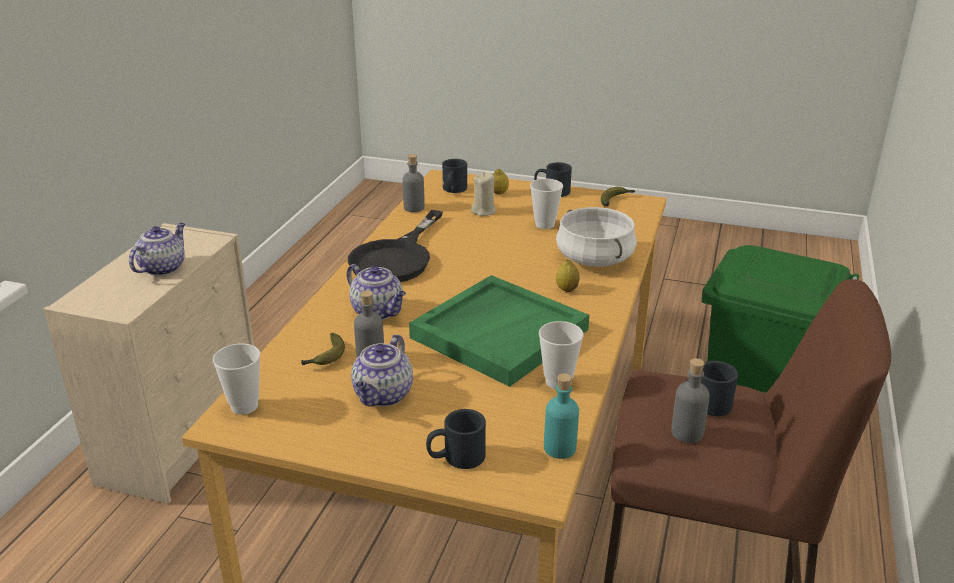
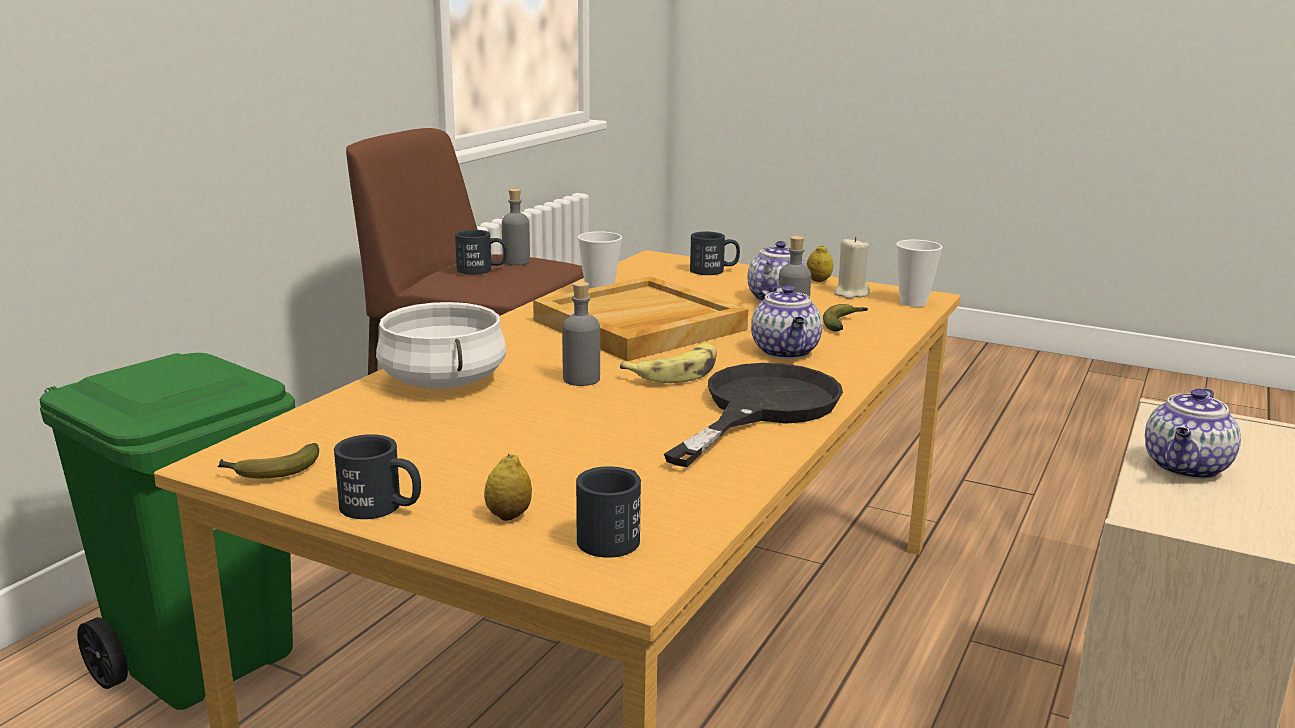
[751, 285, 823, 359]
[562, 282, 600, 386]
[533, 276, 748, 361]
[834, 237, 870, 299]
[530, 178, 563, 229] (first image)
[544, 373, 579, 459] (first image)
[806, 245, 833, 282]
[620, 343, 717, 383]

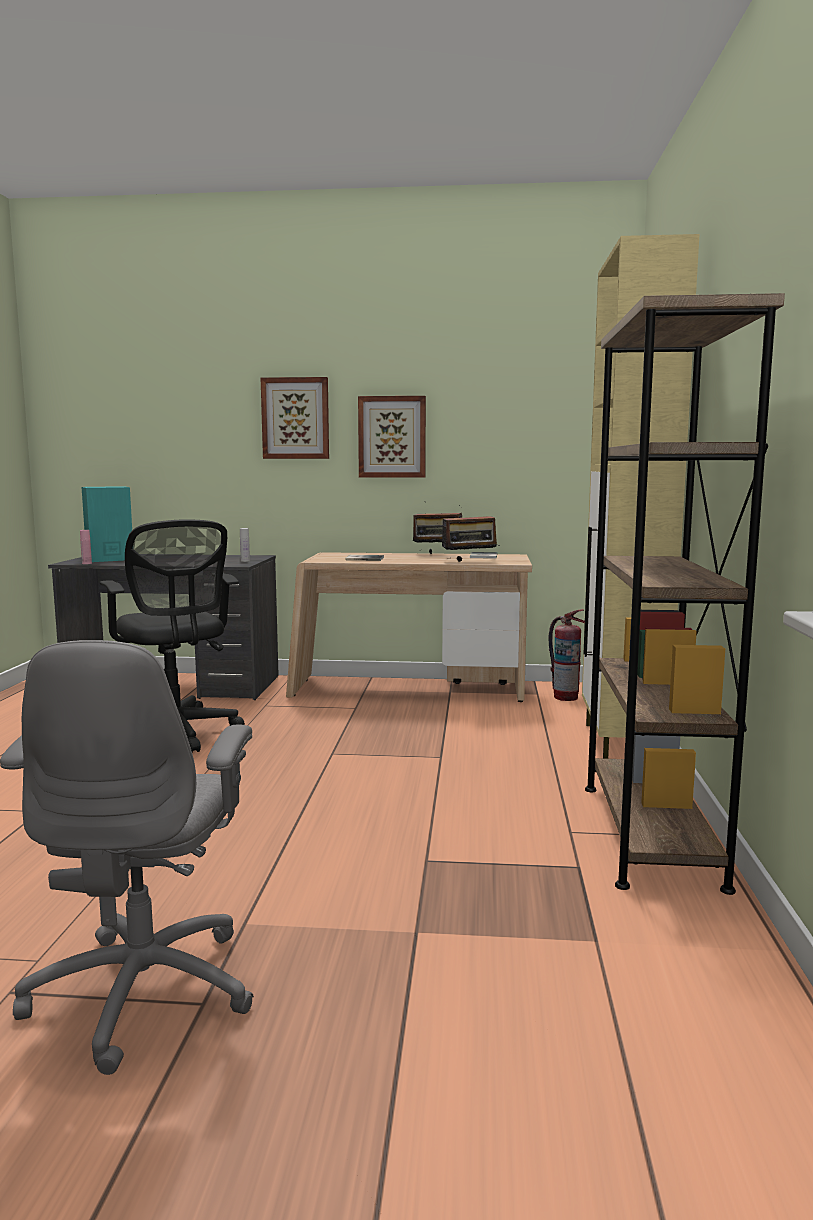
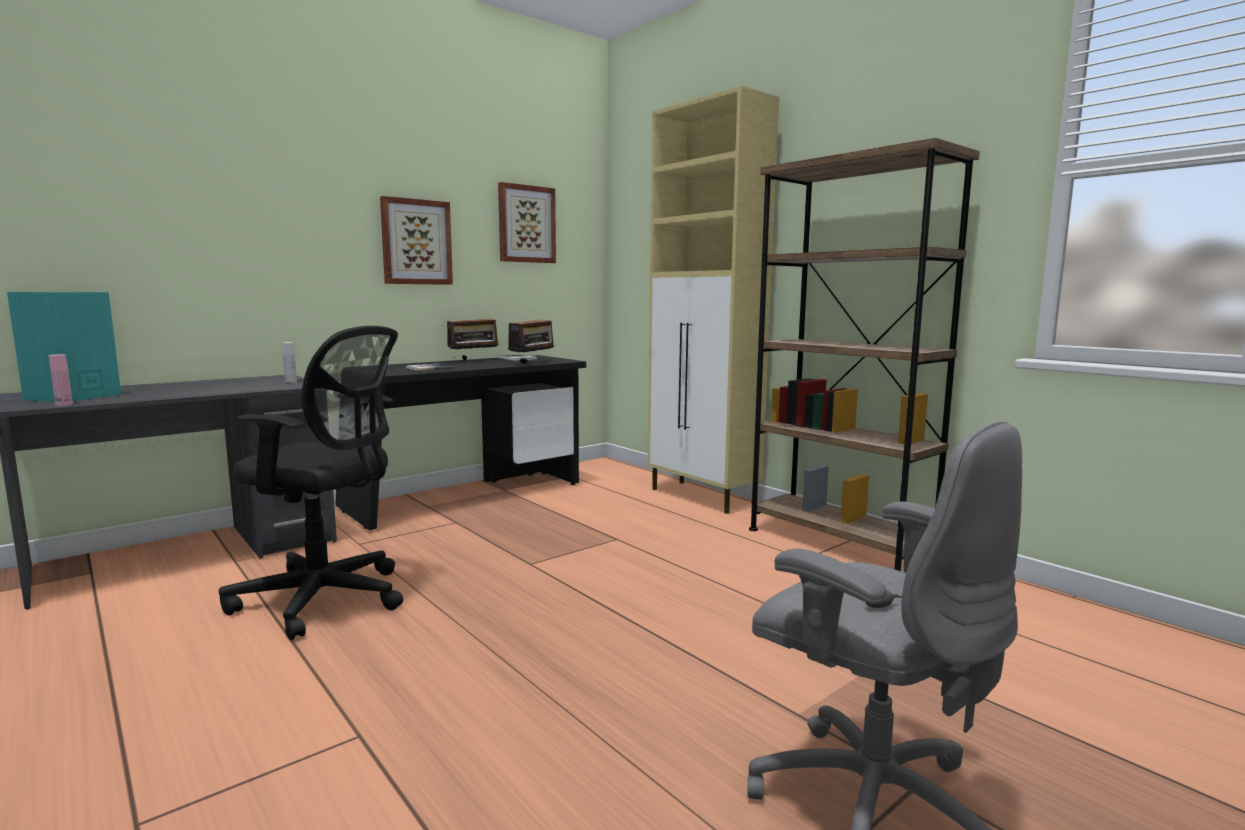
[498, 182, 556, 263]
[335, 355, 586, 530]
[548, 609, 585, 701] (first image)

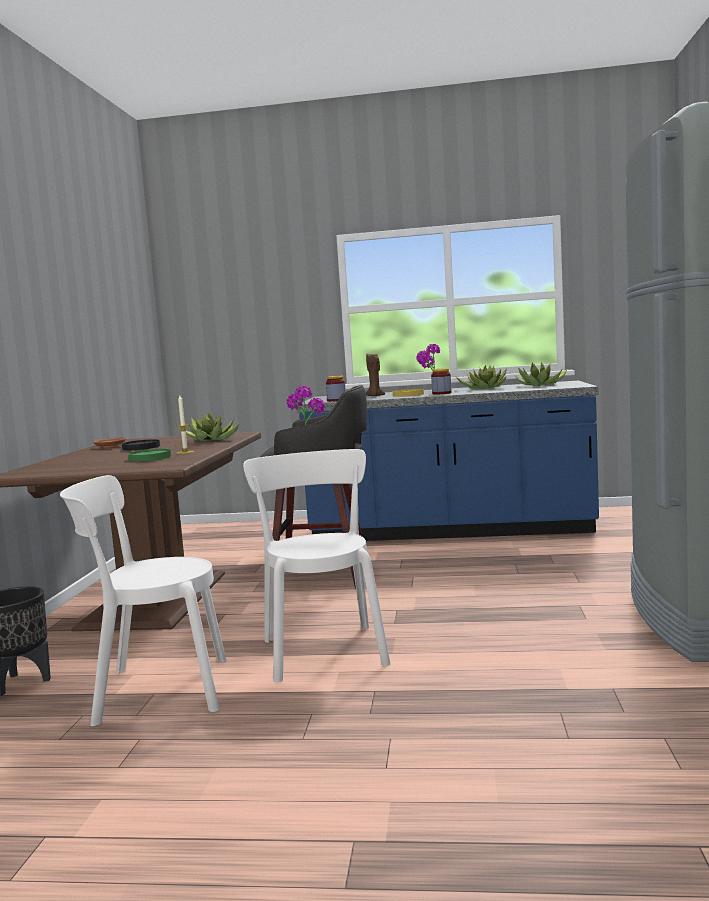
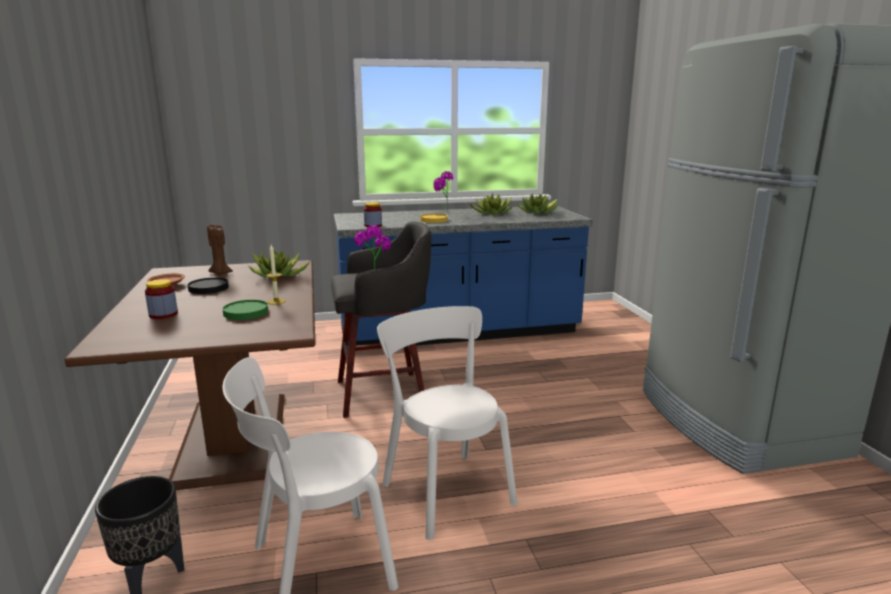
[207, 225, 233, 275]
[145, 279, 178, 319]

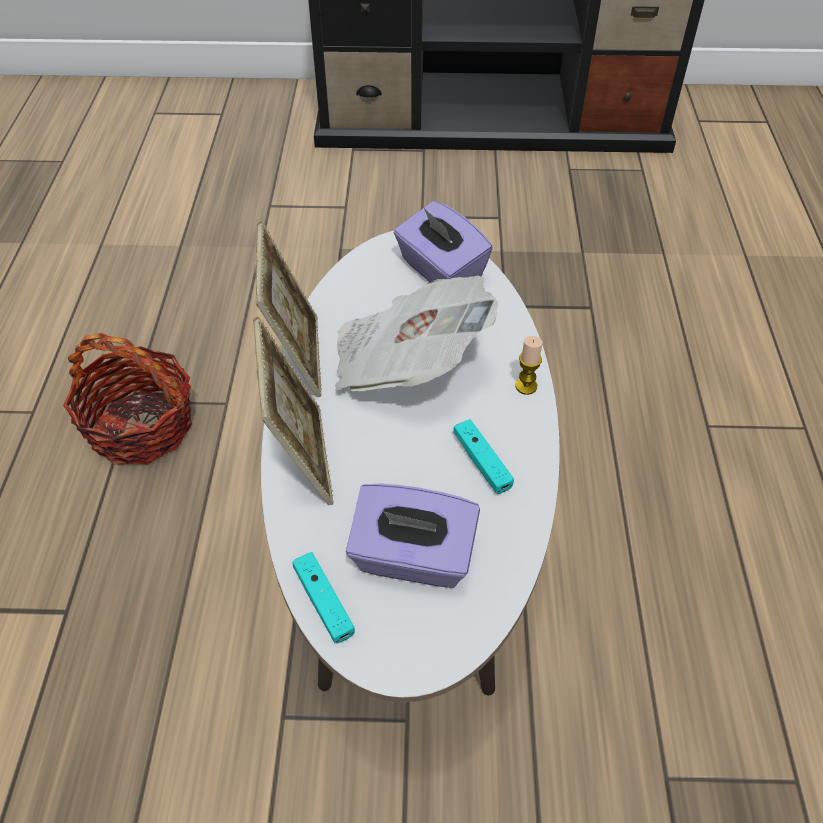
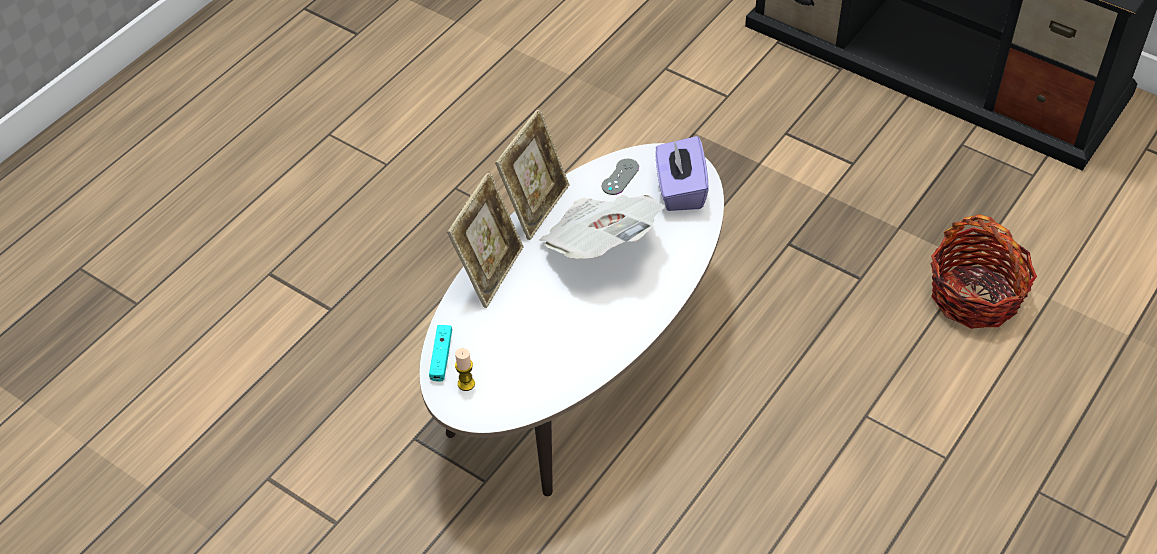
[931, 214, 1037, 329]
[346, 483, 480, 588] (first image)
[453, 419, 514, 494] (first image)
[455, 348, 475, 391]
[602, 159, 639, 195]

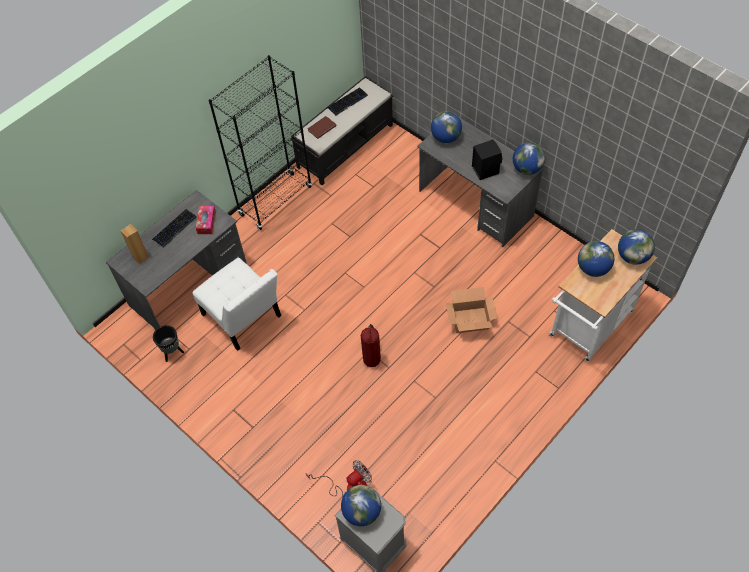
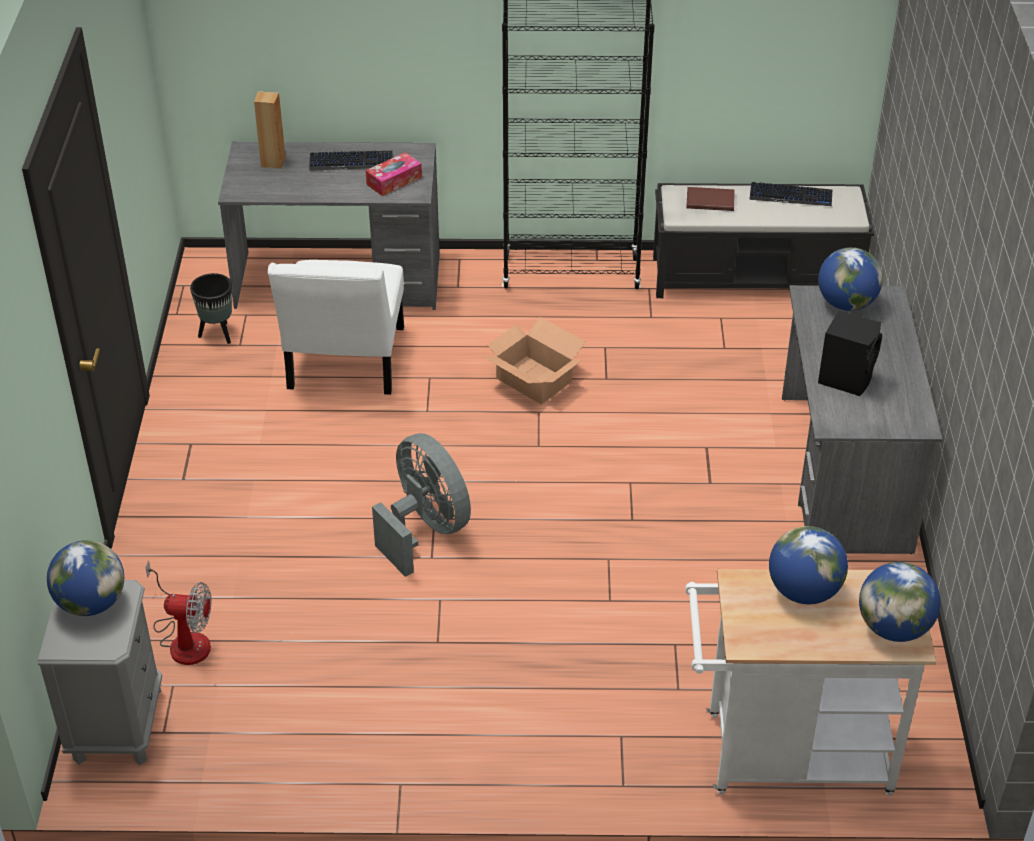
[372, 433, 471, 577]
[484, 317, 585, 404]
[513, 142, 545, 175] (first image)

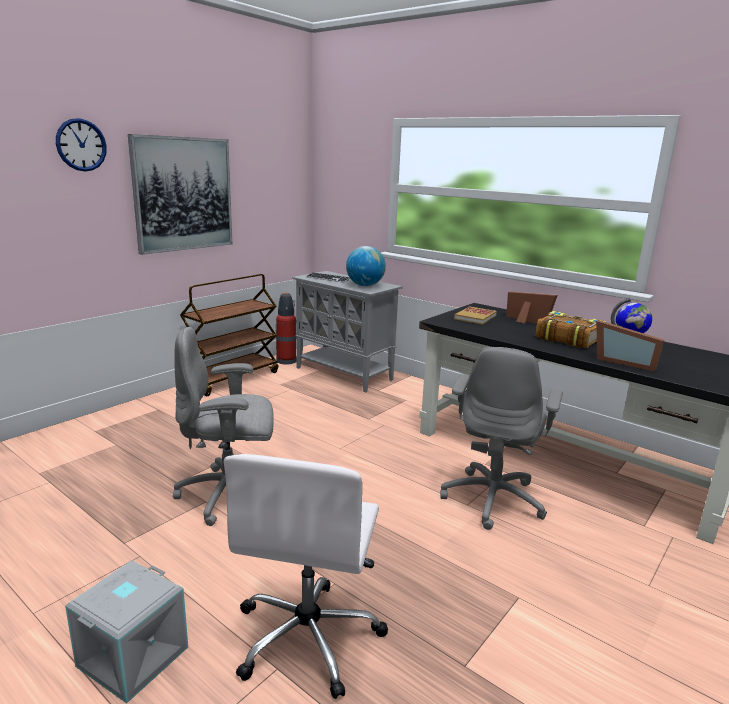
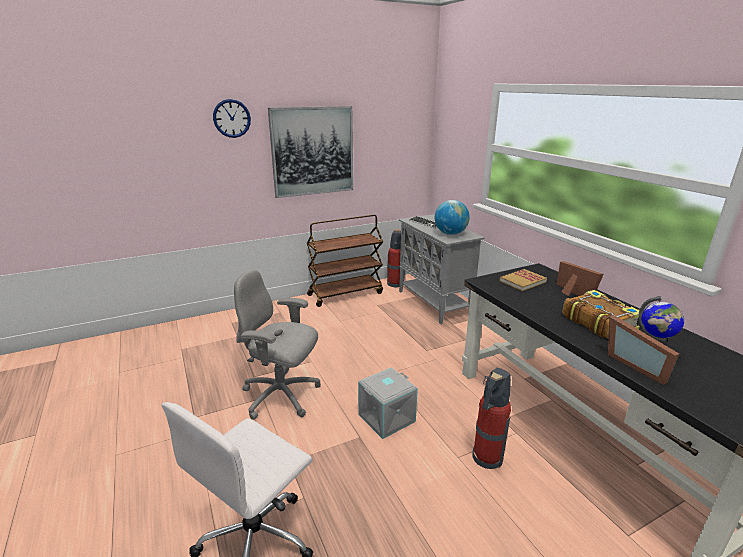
[358, 367, 418, 439]
[472, 368, 511, 469]

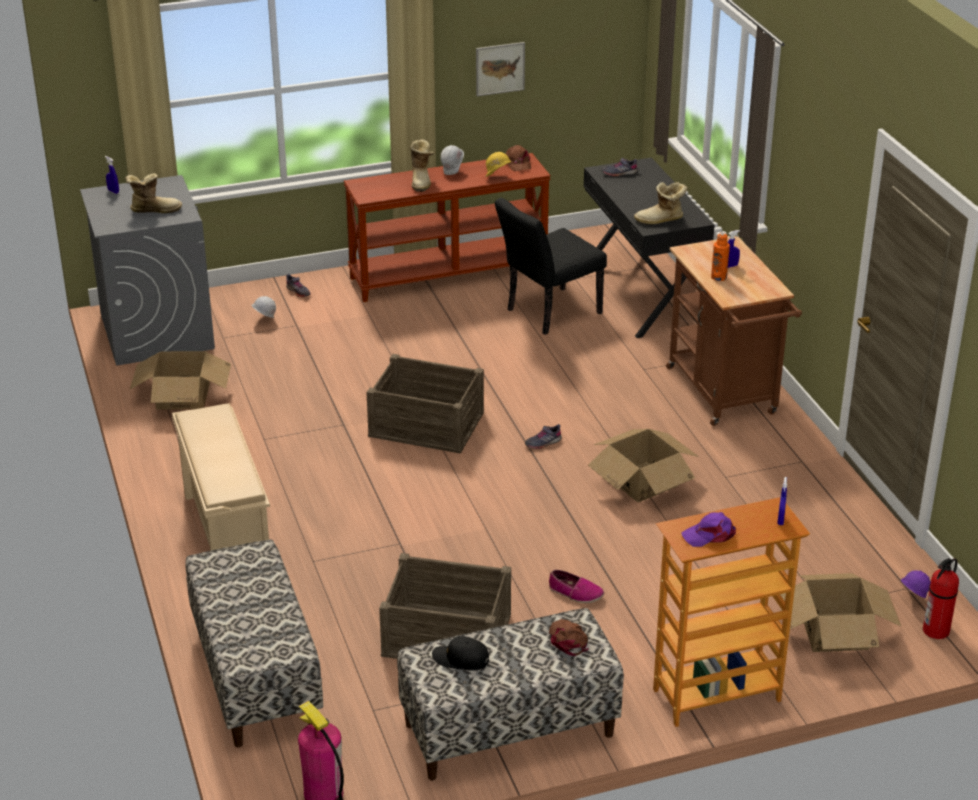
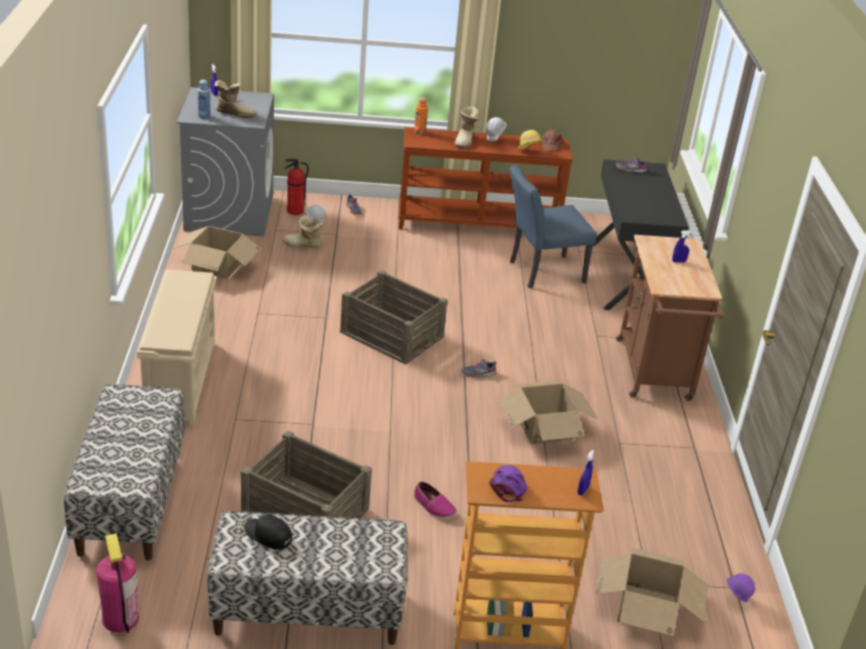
[476, 42, 525, 96] (first image)
[510, 165, 597, 288]
[549, 619, 589, 656] (first image)
[282, 215, 324, 248]
[489, 465, 527, 502]
[414, 98, 428, 135]
[284, 159, 309, 215]
[197, 80, 211, 119]

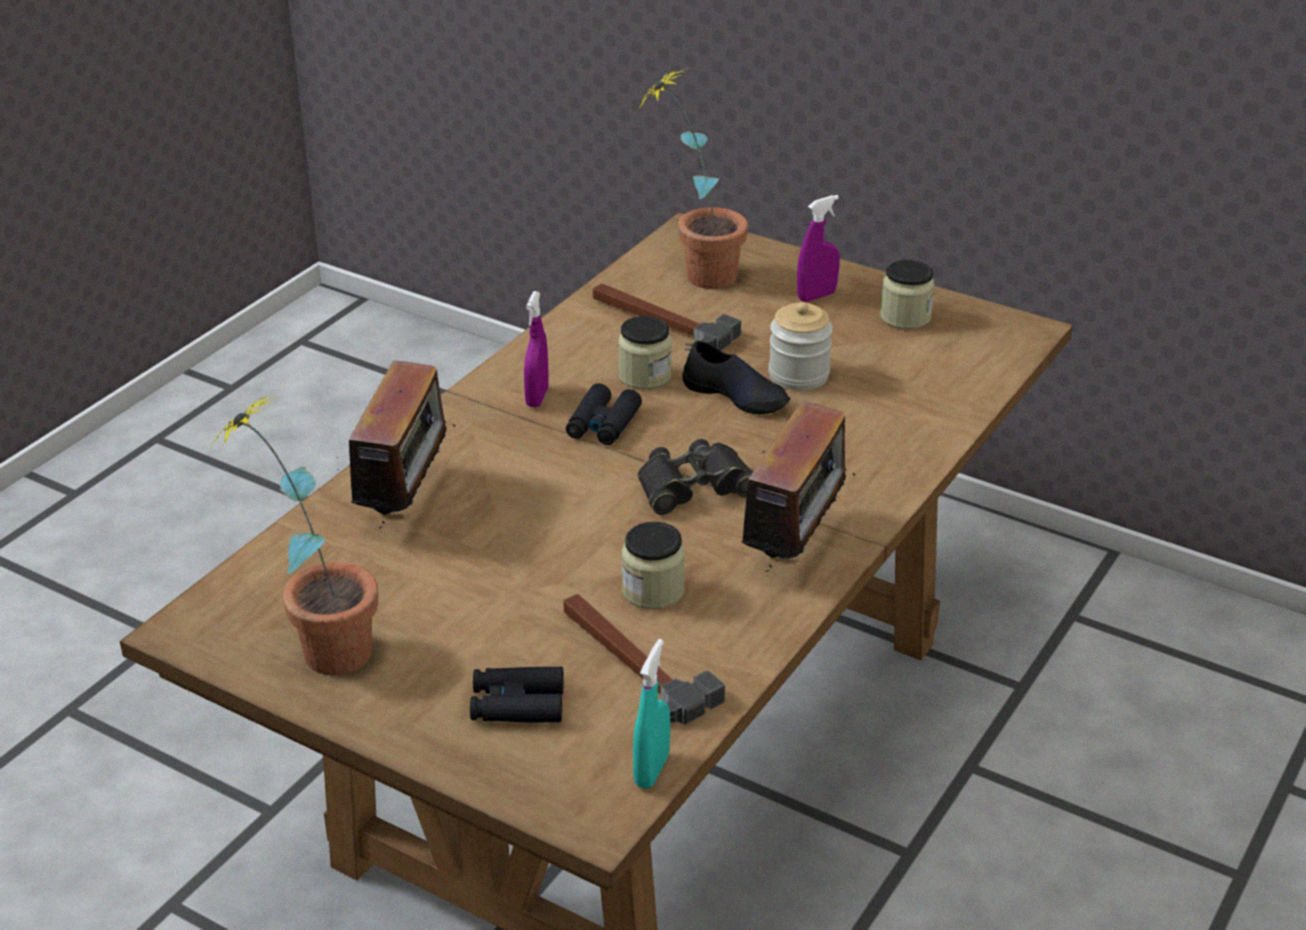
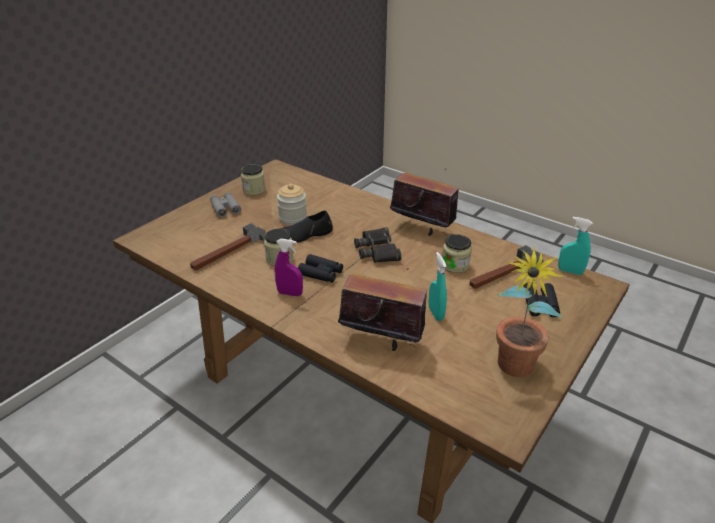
[637, 67, 748, 289] (first image)
[281, 210, 333, 242]
[210, 192, 241, 218]
[429, 252, 447, 321]

